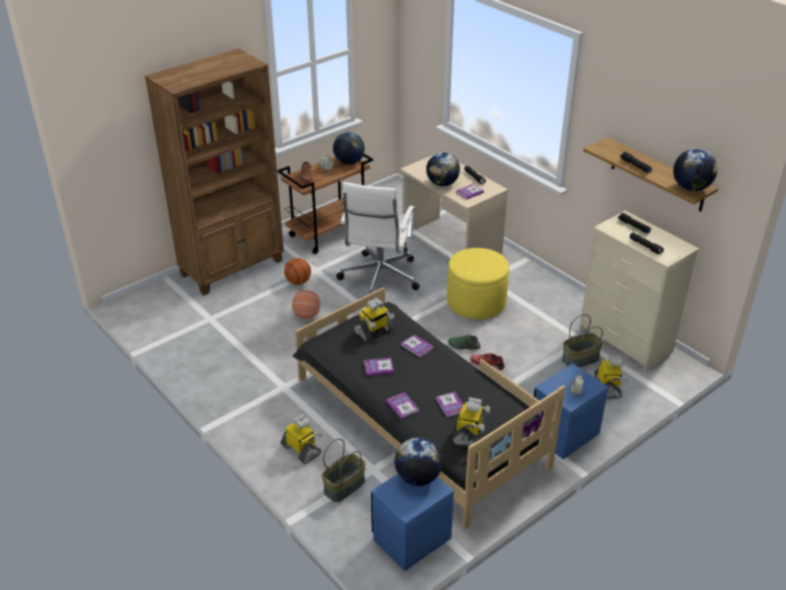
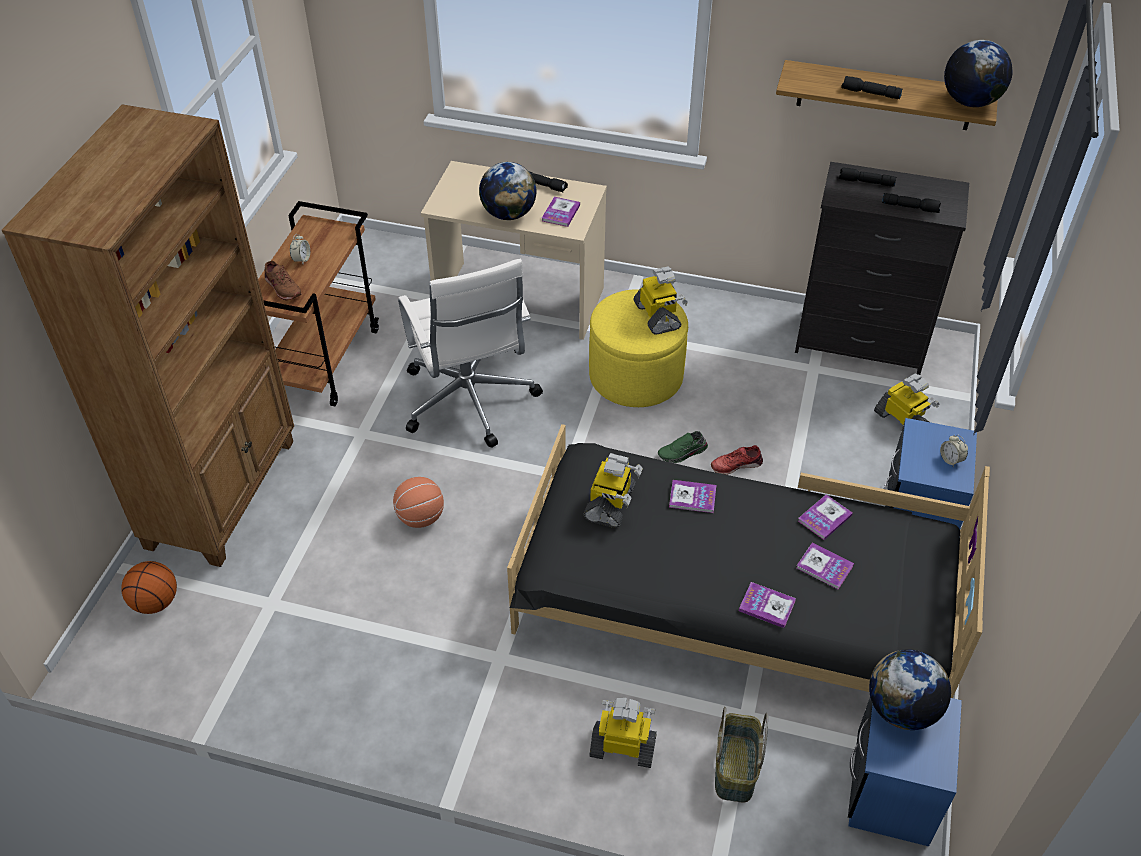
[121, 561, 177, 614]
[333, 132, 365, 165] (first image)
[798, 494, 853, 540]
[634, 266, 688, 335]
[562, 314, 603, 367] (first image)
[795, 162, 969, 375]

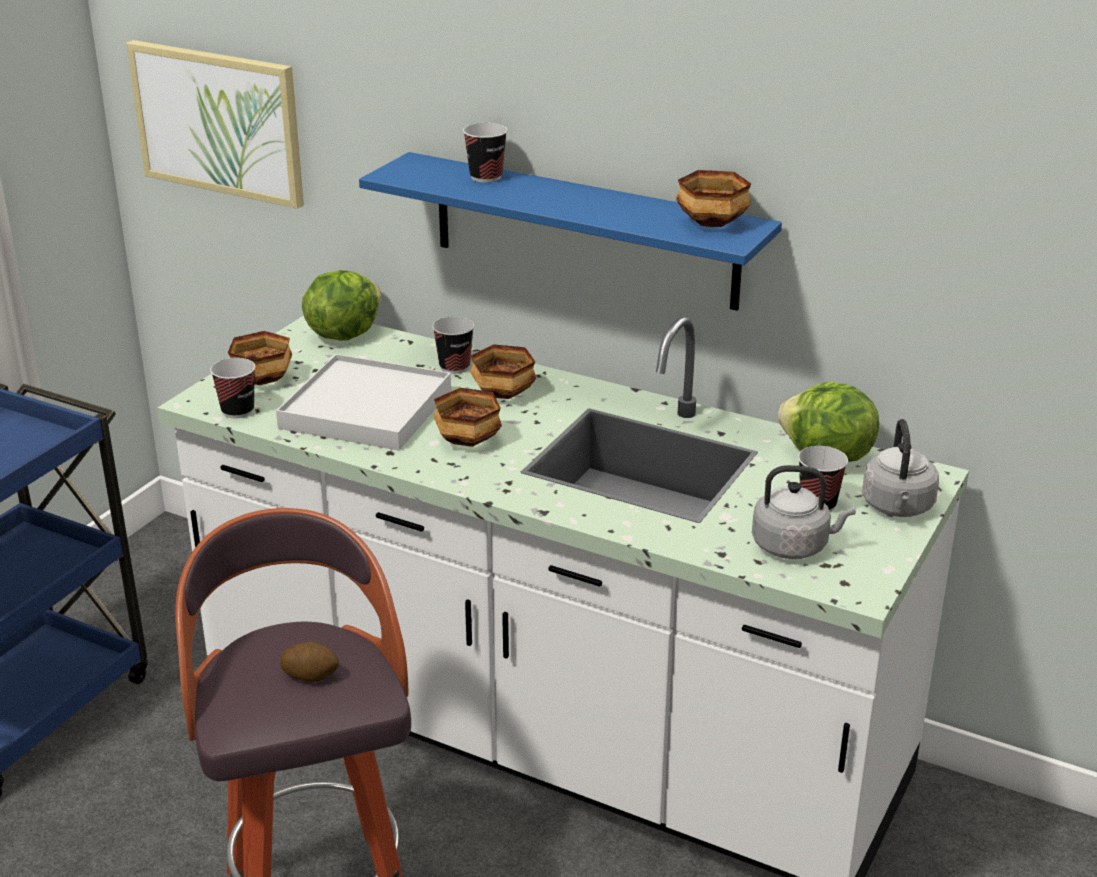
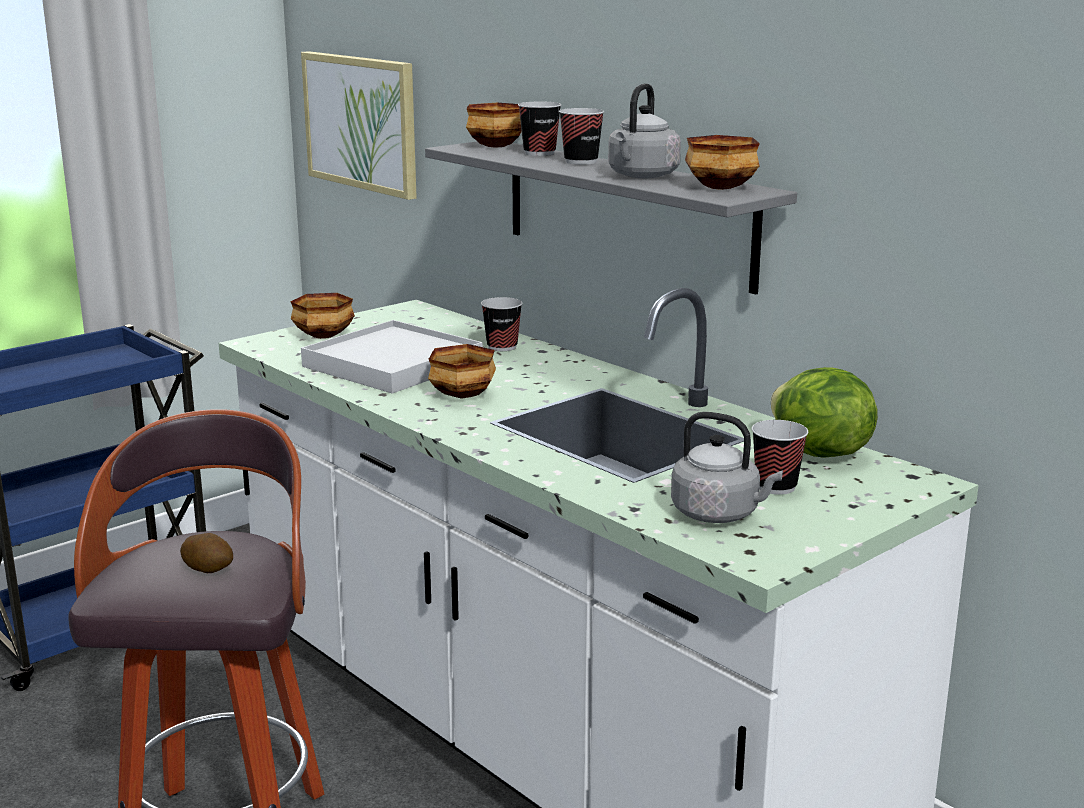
[559, 108, 604, 165]
[302, 270, 381, 341] (first image)
[425, 142, 797, 295]
[466, 103, 522, 148]
[608, 84, 681, 178]

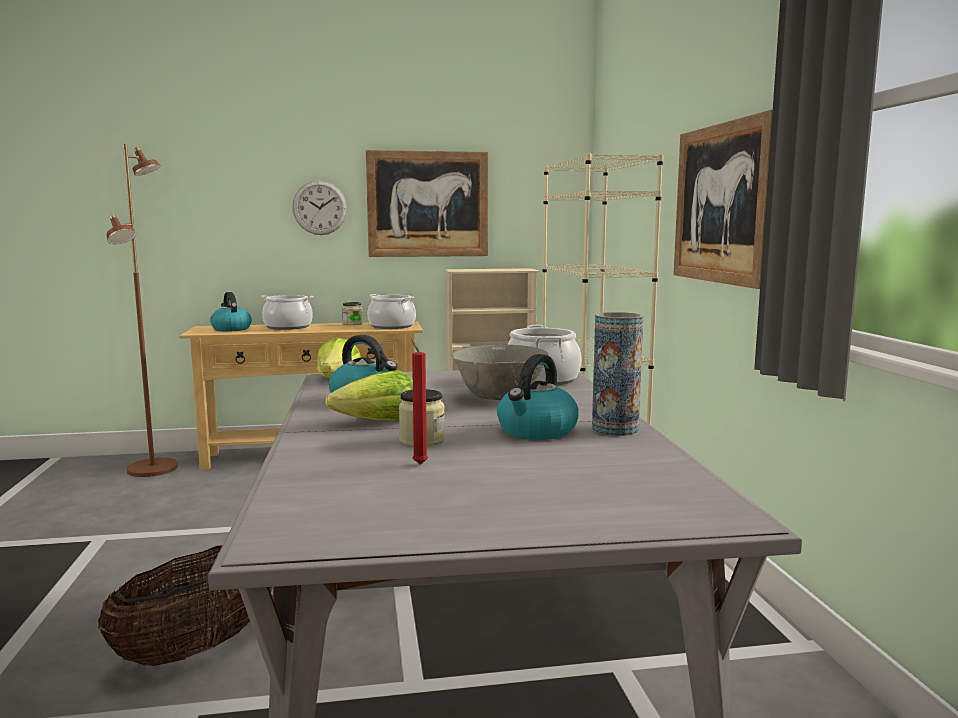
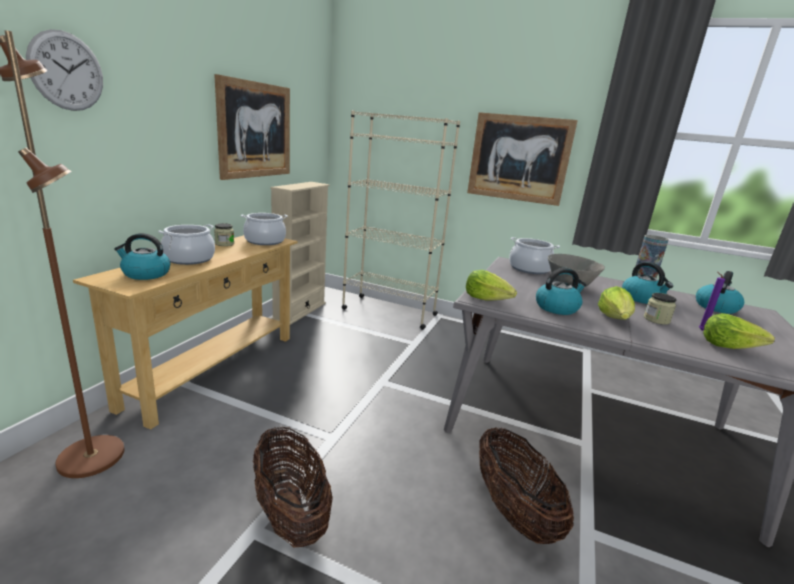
[26, 29, 103, 111]
[699, 272, 725, 331]
[253, 427, 333, 547]
[696, 271, 744, 314]
[704, 313, 775, 349]

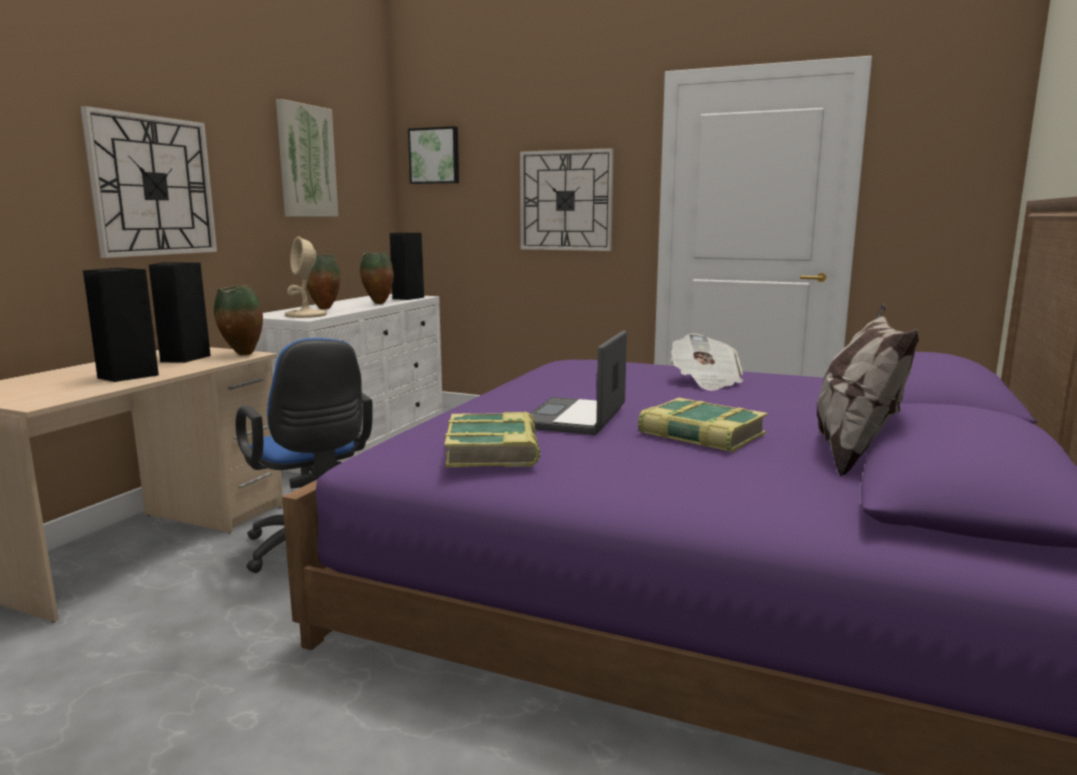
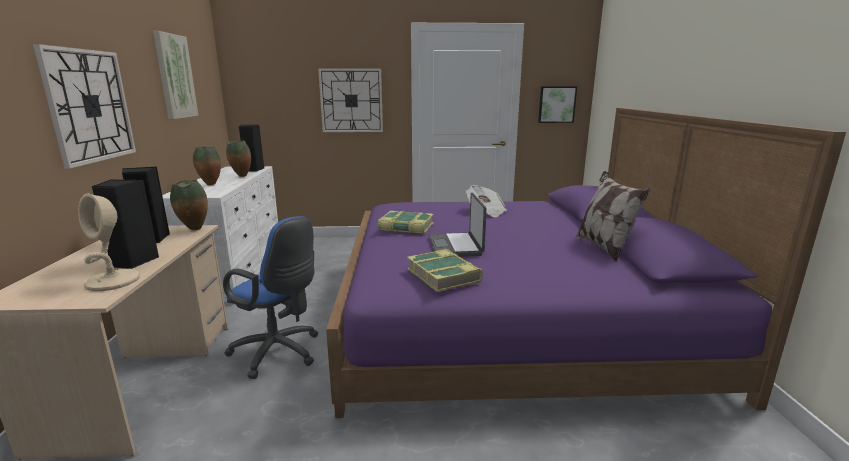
[78, 193, 140, 291]
[538, 86, 577, 123]
[378, 211, 433, 234]

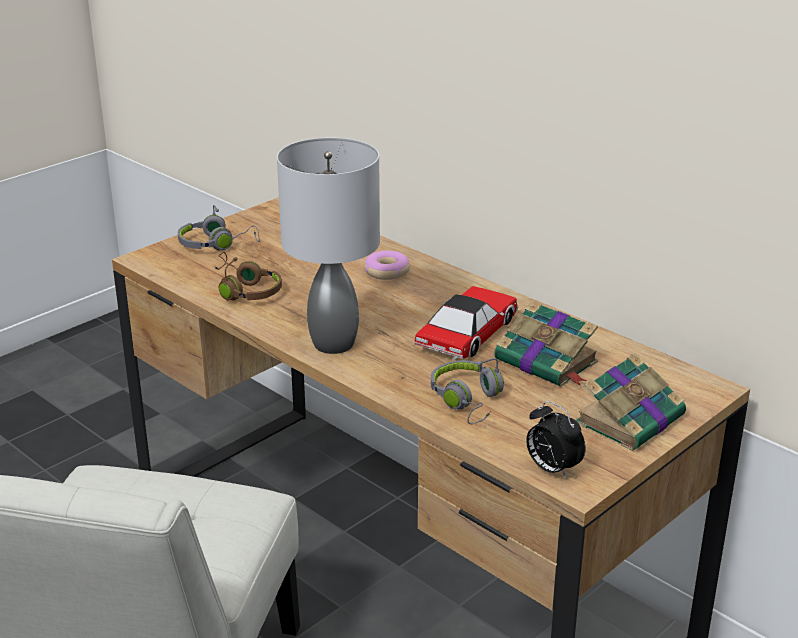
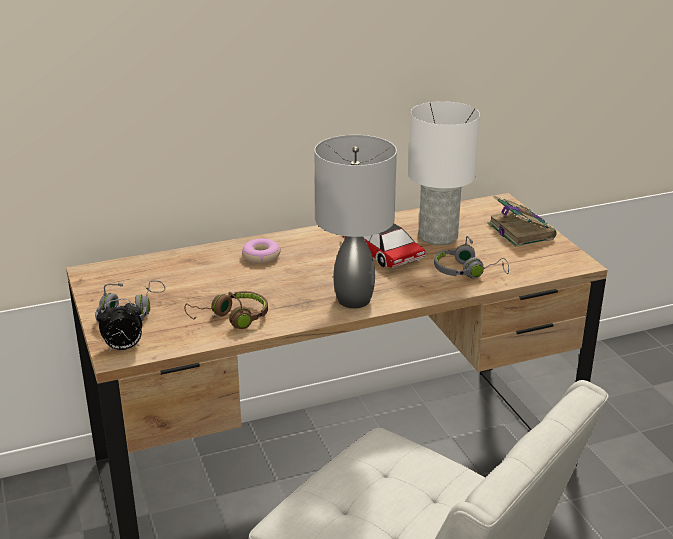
[408, 101, 480, 245]
[97, 299, 142, 352]

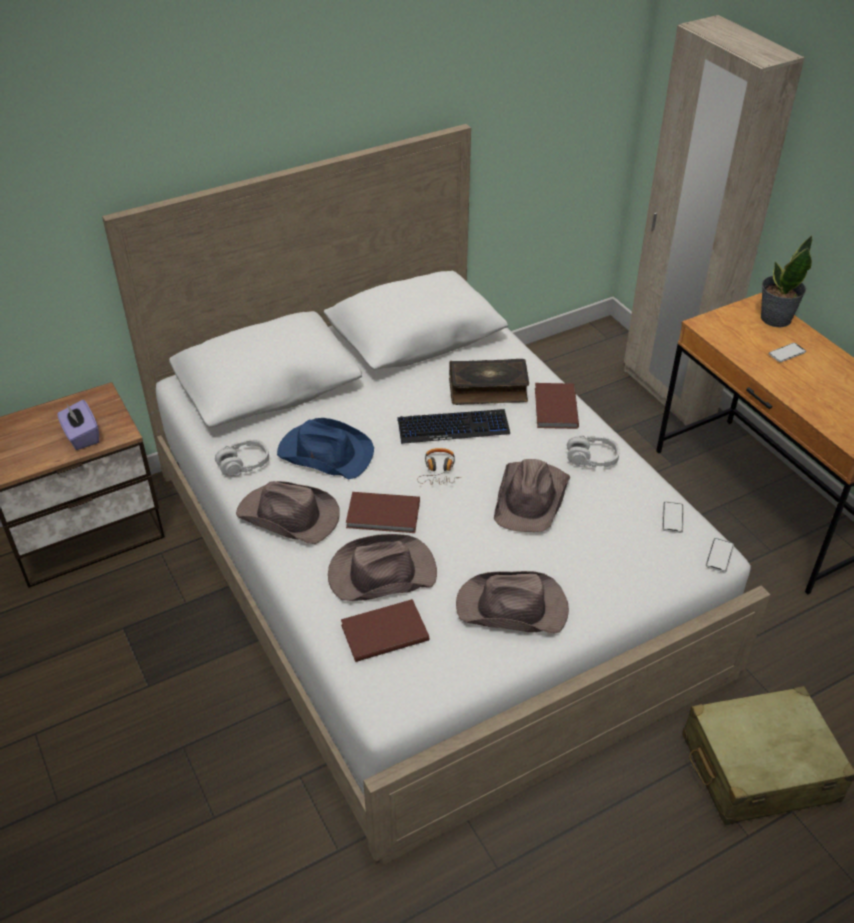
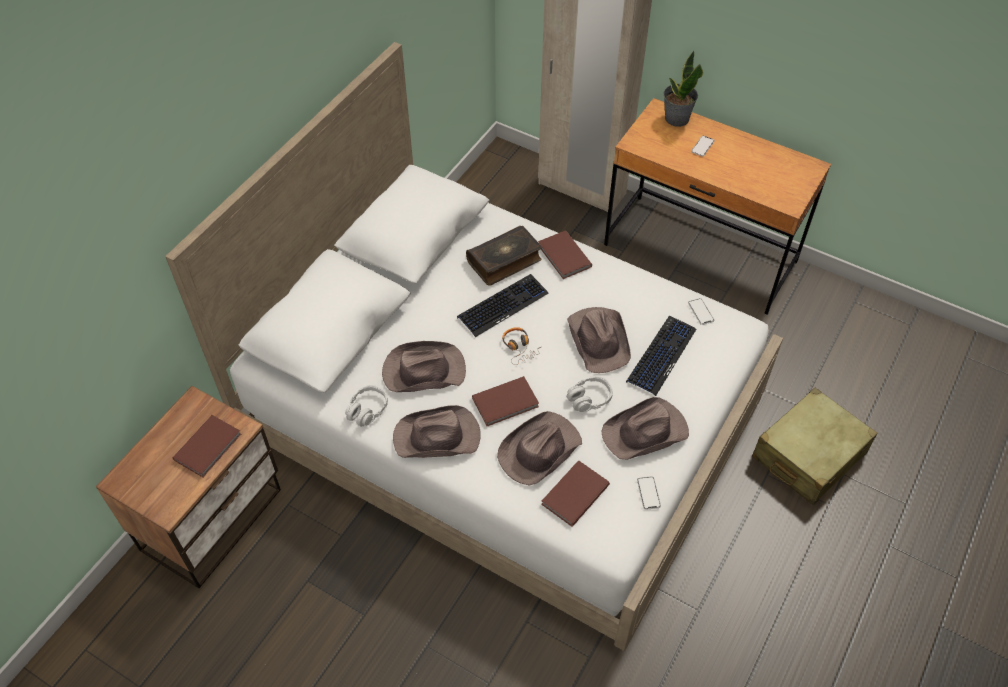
[172, 415, 241, 477]
[382, 341, 466, 392]
[566, 376, 613, 412]
[637, 476, 661, 510]
[626, 316, 696, 396]

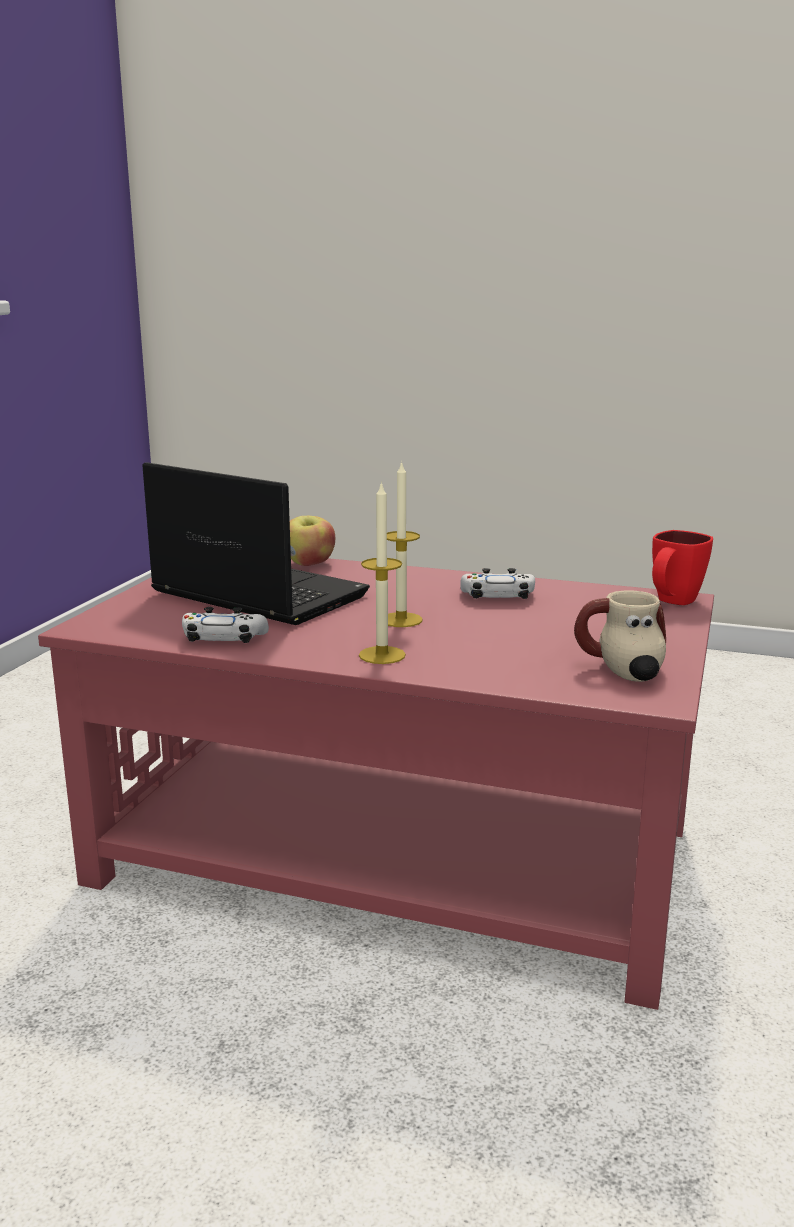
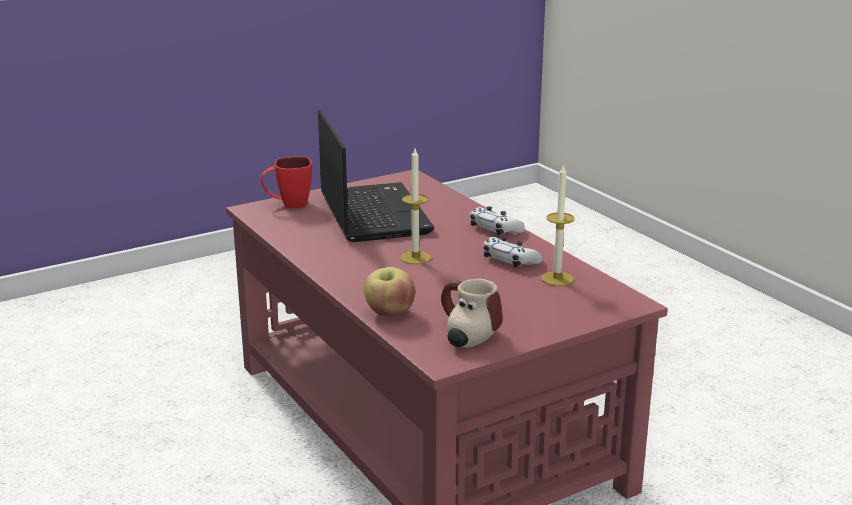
[470, 206, 525, 235]
[364, 267, 415, 316]
[541, 164, 575, 286]
[261, 157, 312, 208]

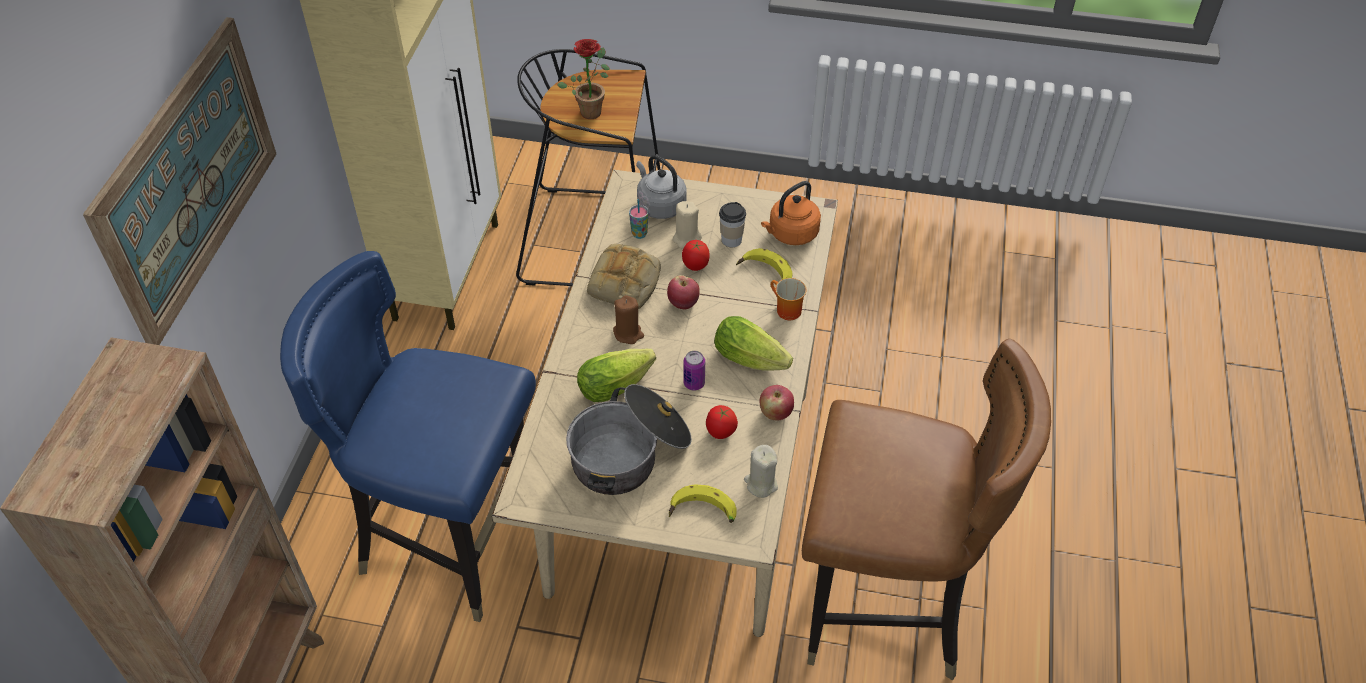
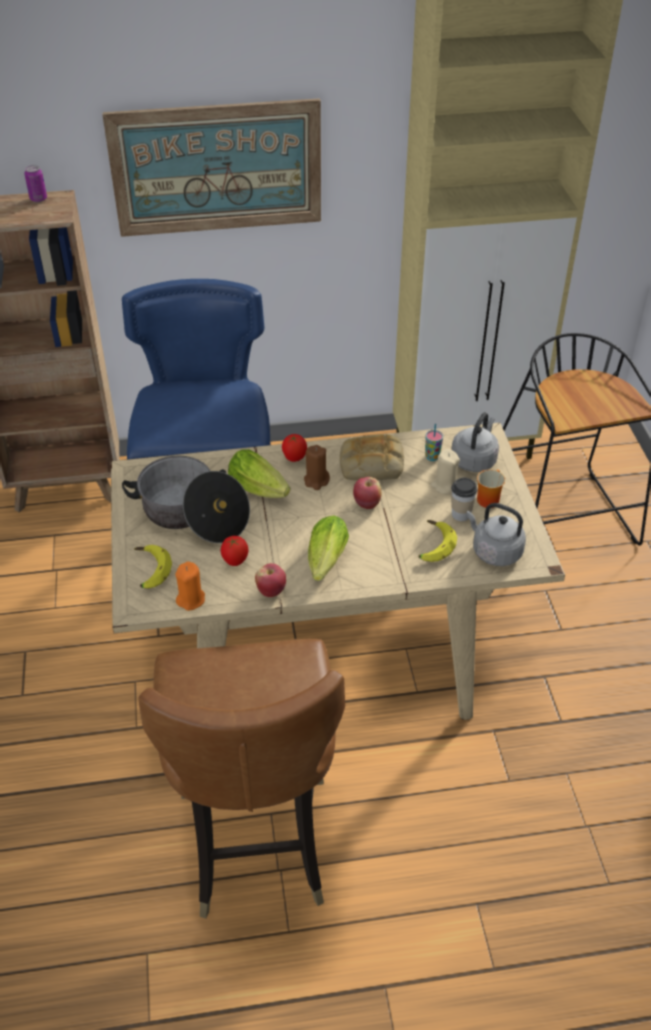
[557, 39, 610, 119] (first image)
[282, 434, 307, 462]
[24, 165, 47, 202]
[175, 562, 205, 611]
[466, 503, 526, 566]
[477, 469, 505, 508]

